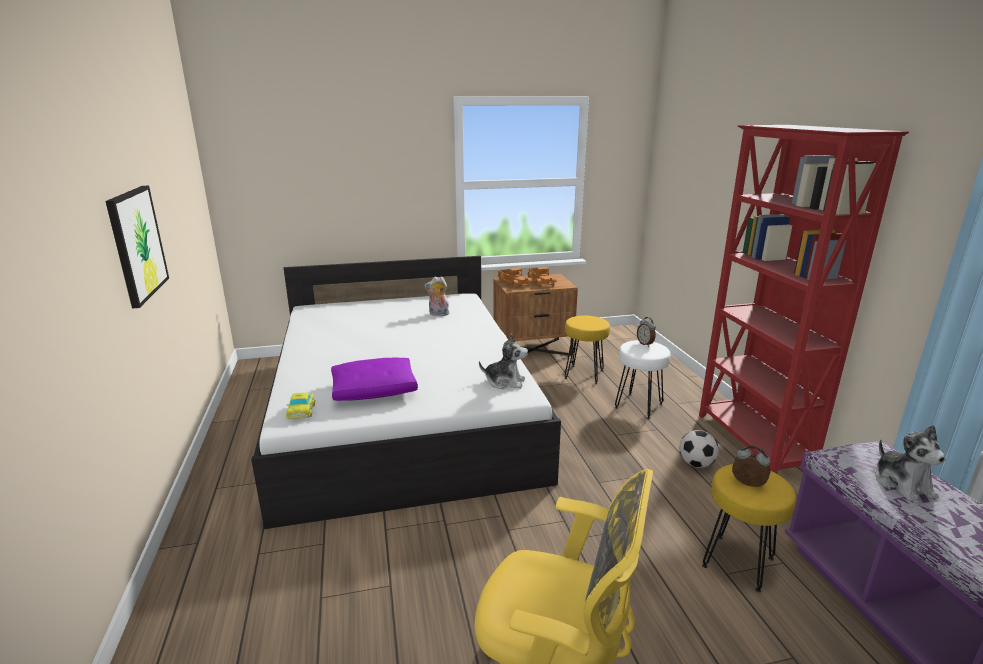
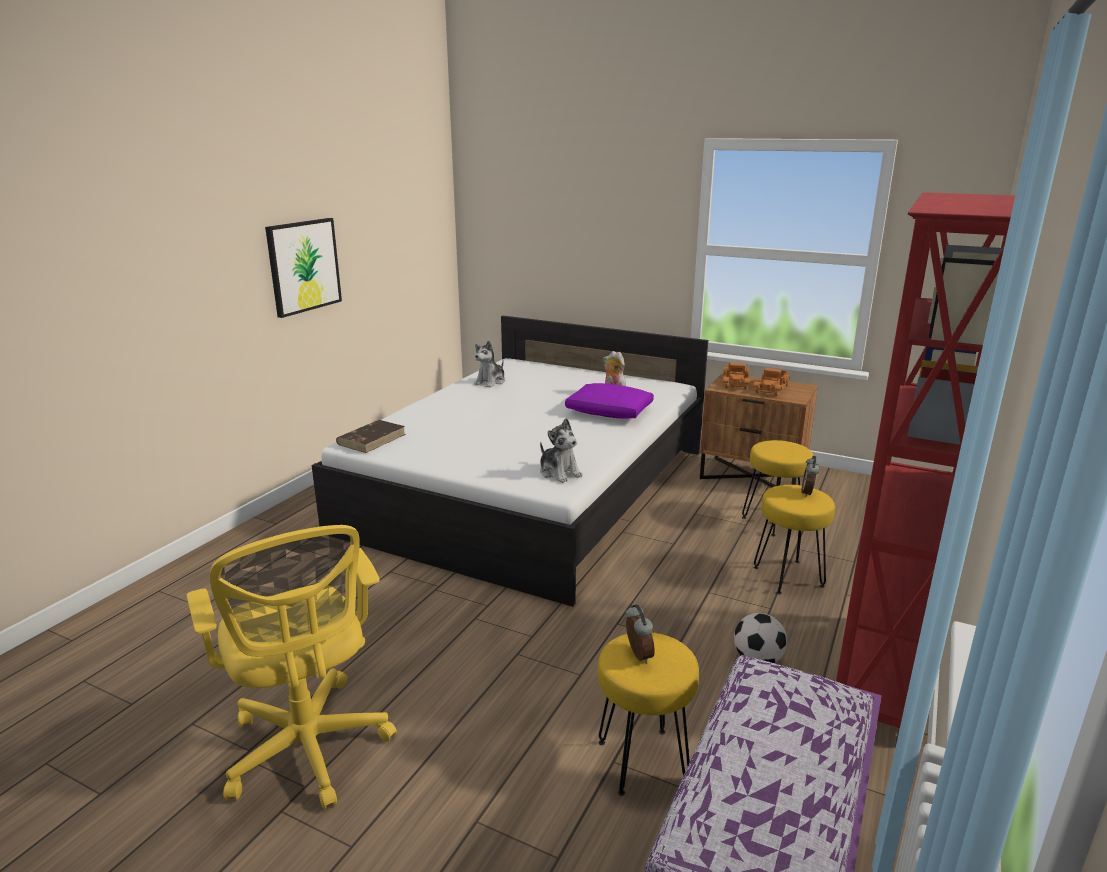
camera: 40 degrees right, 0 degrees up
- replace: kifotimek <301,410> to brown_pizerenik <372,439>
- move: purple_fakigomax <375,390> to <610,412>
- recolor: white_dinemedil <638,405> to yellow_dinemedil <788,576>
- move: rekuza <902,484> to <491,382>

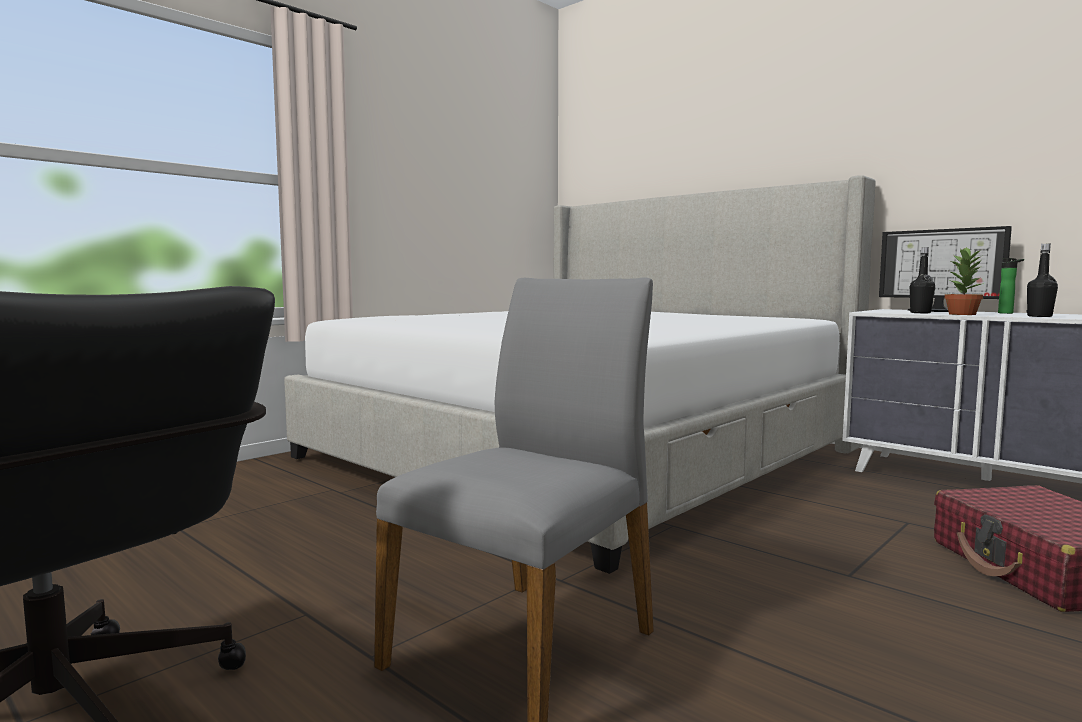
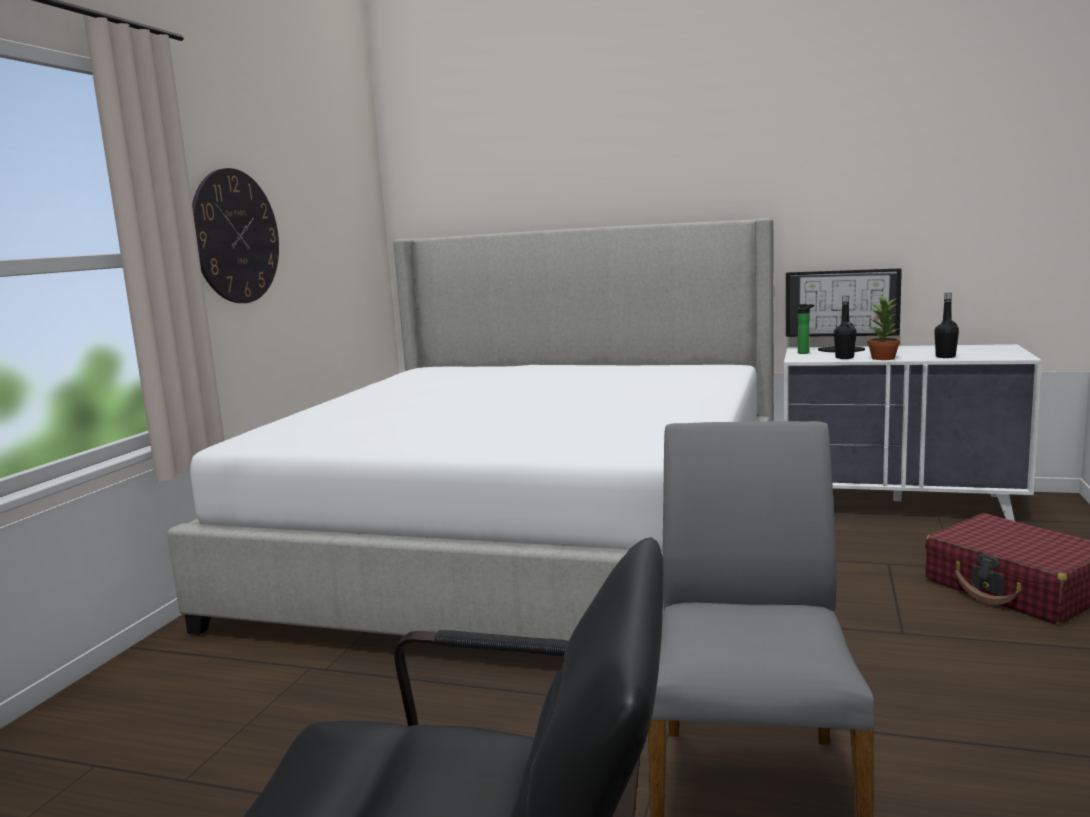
camera: 25 degrees left, 5 degrees up
- move: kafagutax <1007,313> to <805,353>
- insert: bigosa <235,236>

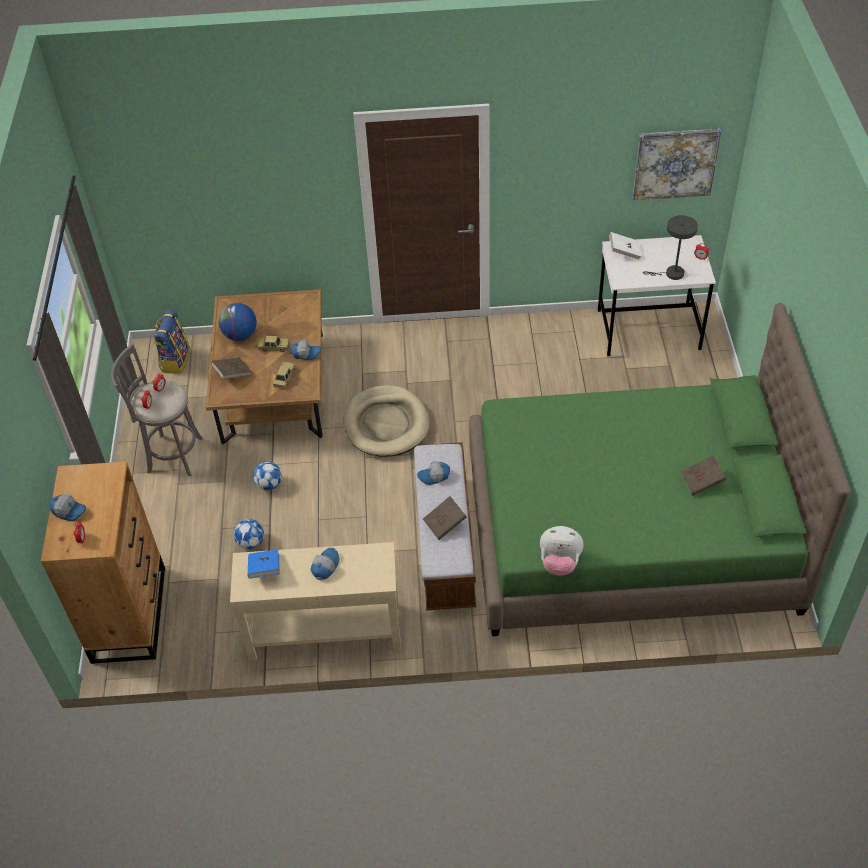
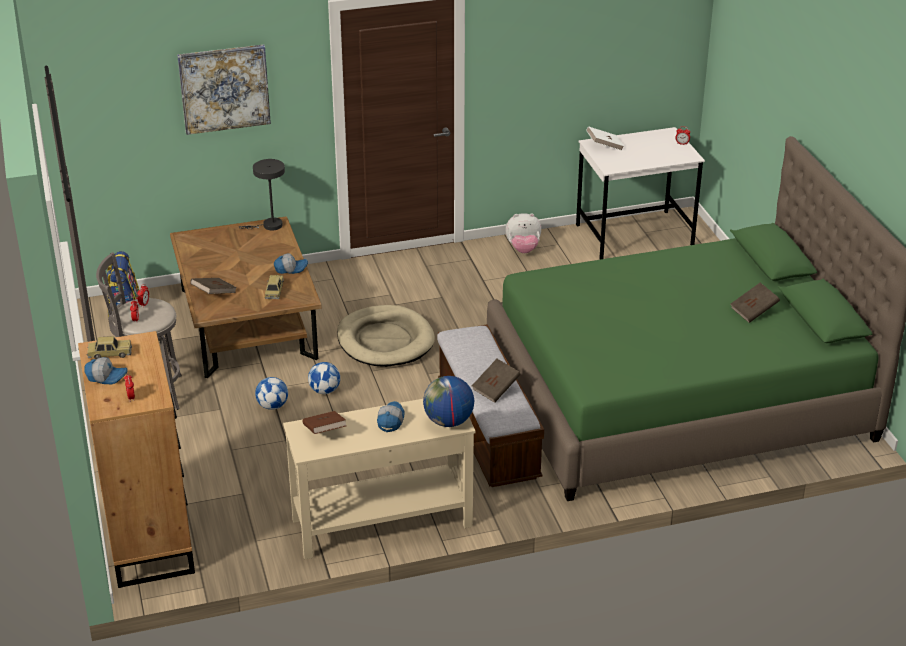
camera: 15 degrees left, 15 degrees down
- move: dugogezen <240,335> to <448,421>
- move: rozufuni <251,542> to <325,391>
- recolor: blue_pizerenik <264,570> to brown_pizerenik <324,431>
- move: kifotimek <274,347> to <109,353>
- delete: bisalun <434,476>
- move: rekuza <559,563> to <523,249>
- move: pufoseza <675,163> to <224,88>
- move: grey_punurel <671,274> to <269,226>

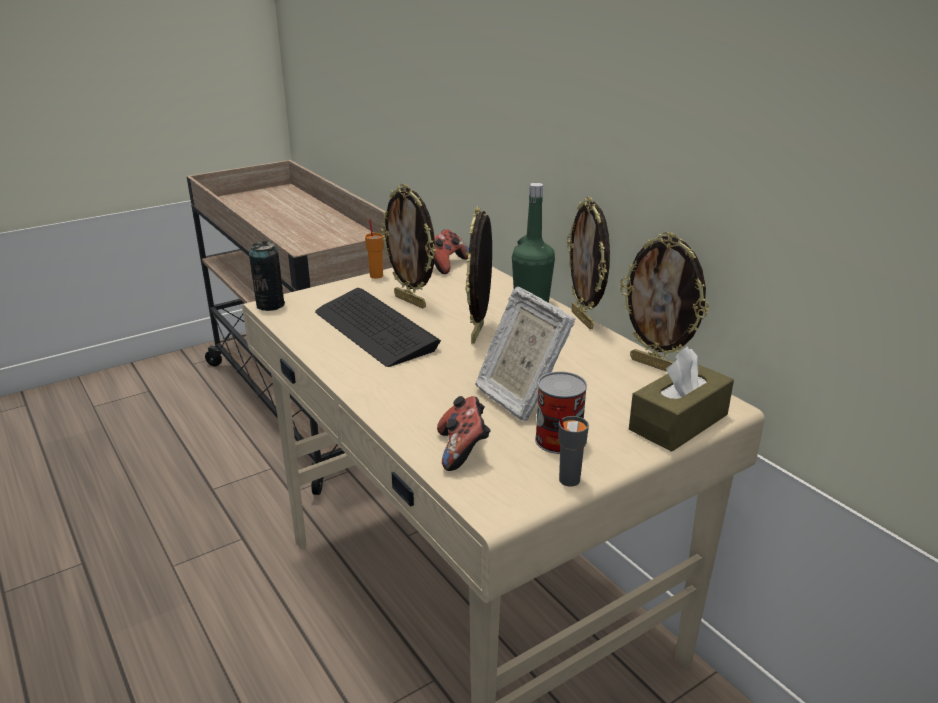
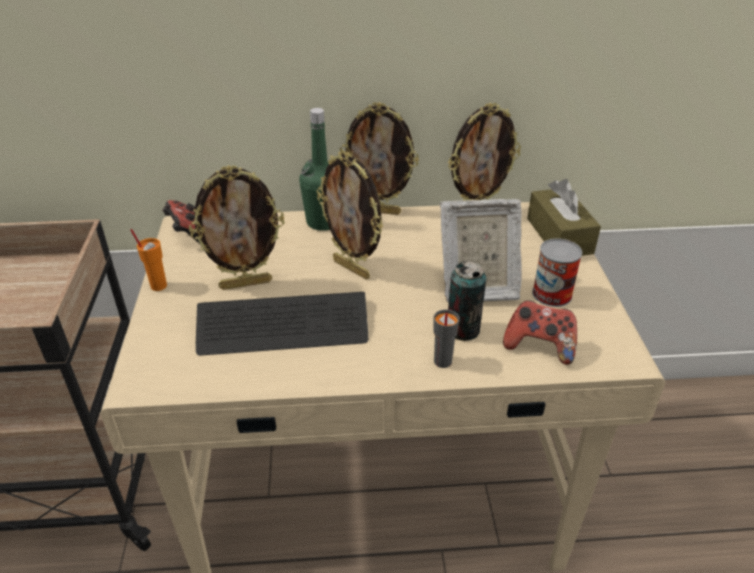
camera: 60 degrees left, 10 degrees up
- move: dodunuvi <270,305> to <462,330>
- move: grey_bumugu <568,480> to <442,362>

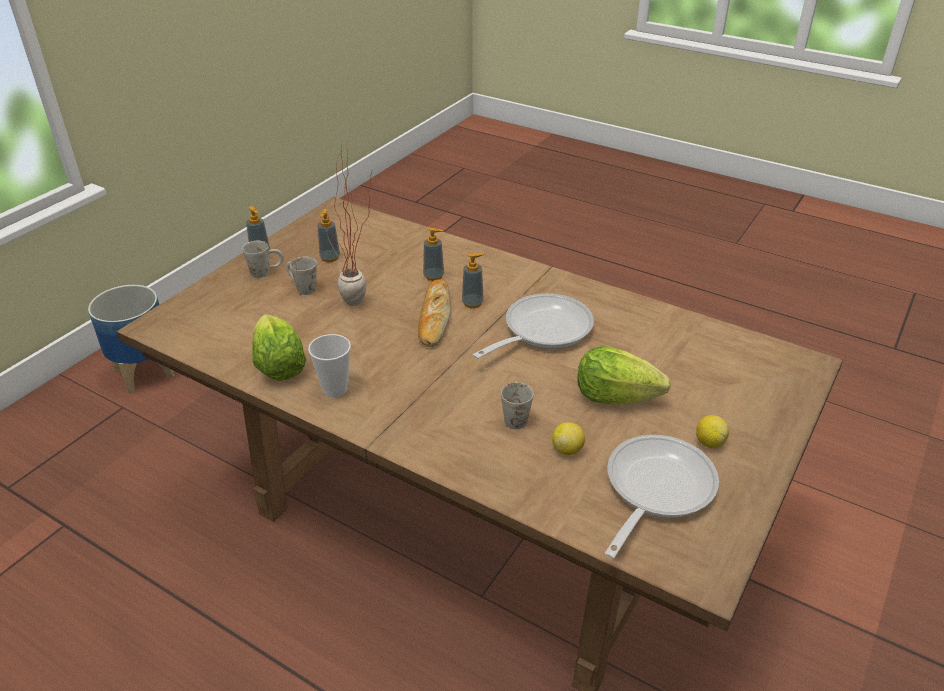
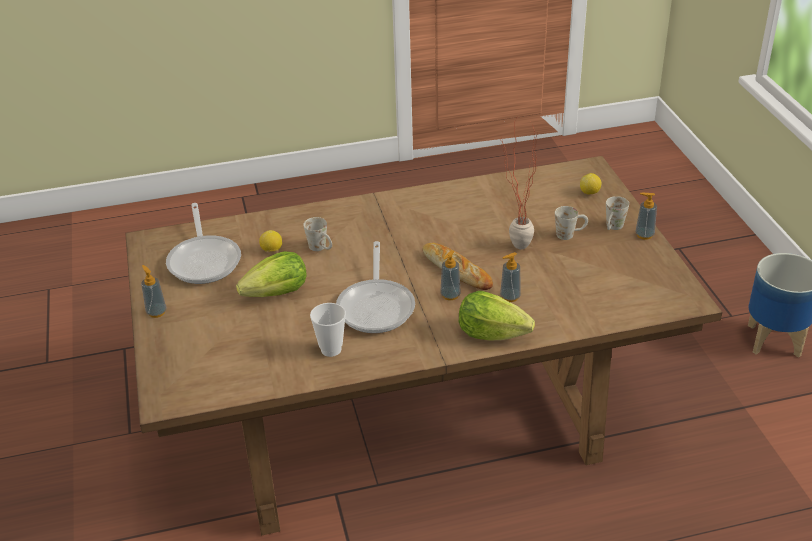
camera: 135 degrees right, 0 degrees up
- move: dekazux <279,366> to <491,333>
- move: bumugu <335,389> to <331,349>
- move: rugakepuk <330,258> to <156,312>
- move: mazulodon <709,442> to <590,193>

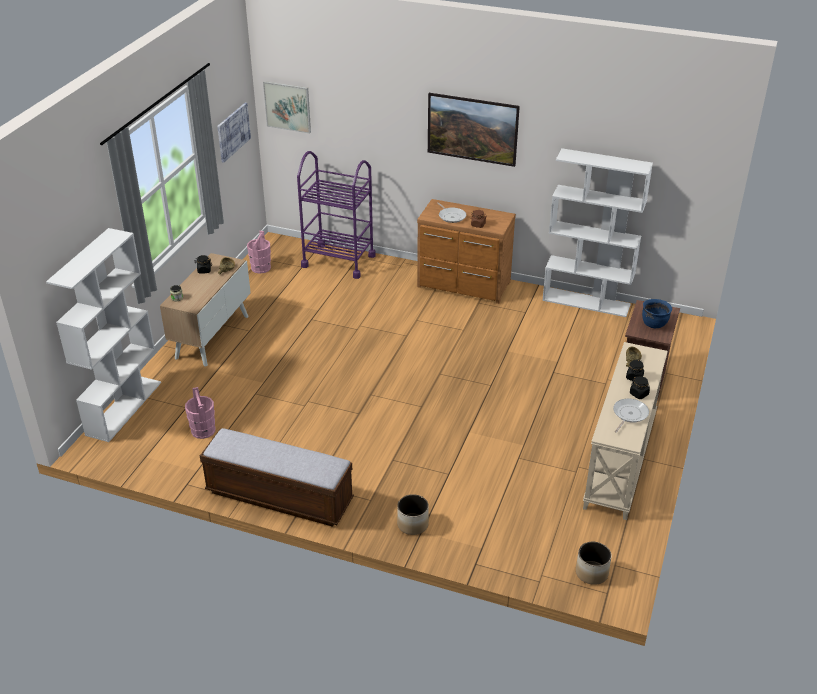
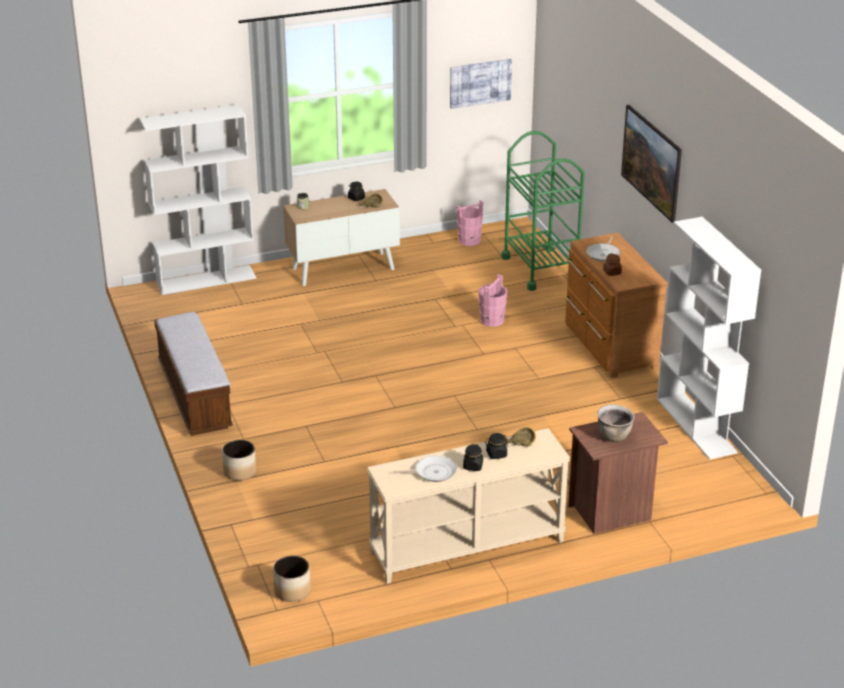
camera: 50 degrees right, 5 degrees down
- move: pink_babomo <203,430> to <492,320>
- delete: pufoseza <287,106>
- recolor: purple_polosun <338,261> to green_polosun <540,269>
- recolor: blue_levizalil <654,324> to brown_levizalil <614,436>

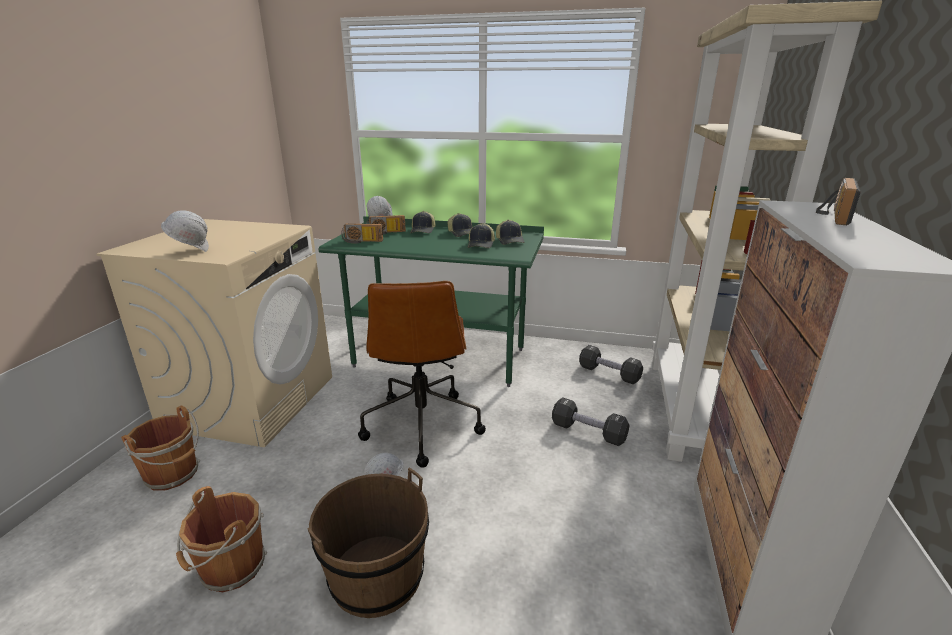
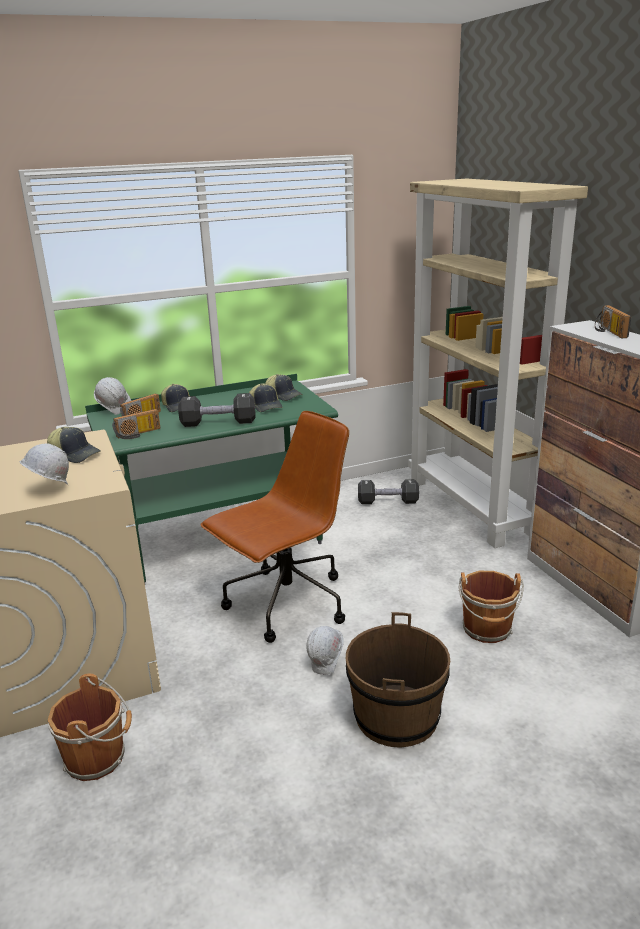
camera: 35 degrees left, 0 degrees up
- move: brown_babomo <230,569> to <487,630>
- rotate: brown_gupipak <422,424> = <286,605> 90 degrees counterclockwise
- move: bisalun <462,233> to <75,454>
- move: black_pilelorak <588,432> to <218,423>

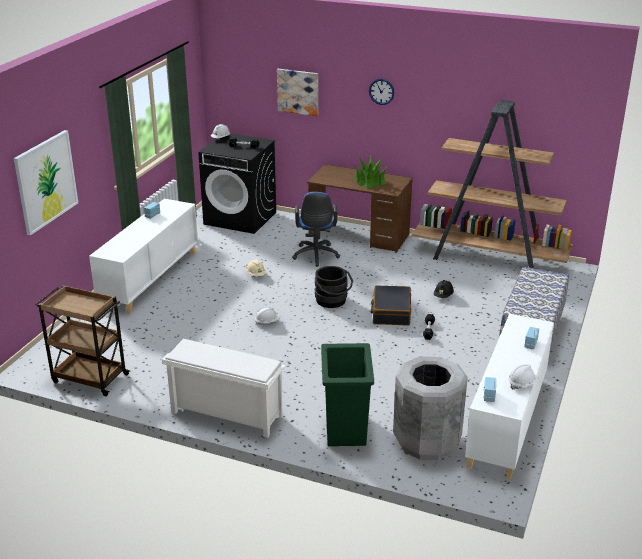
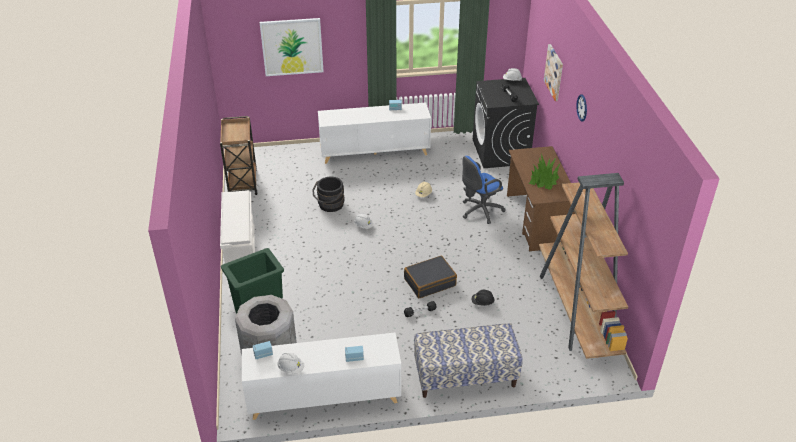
camera: 60 degrees right, 10 degrees up
- move: black_babomo <332,301> to <329,206>

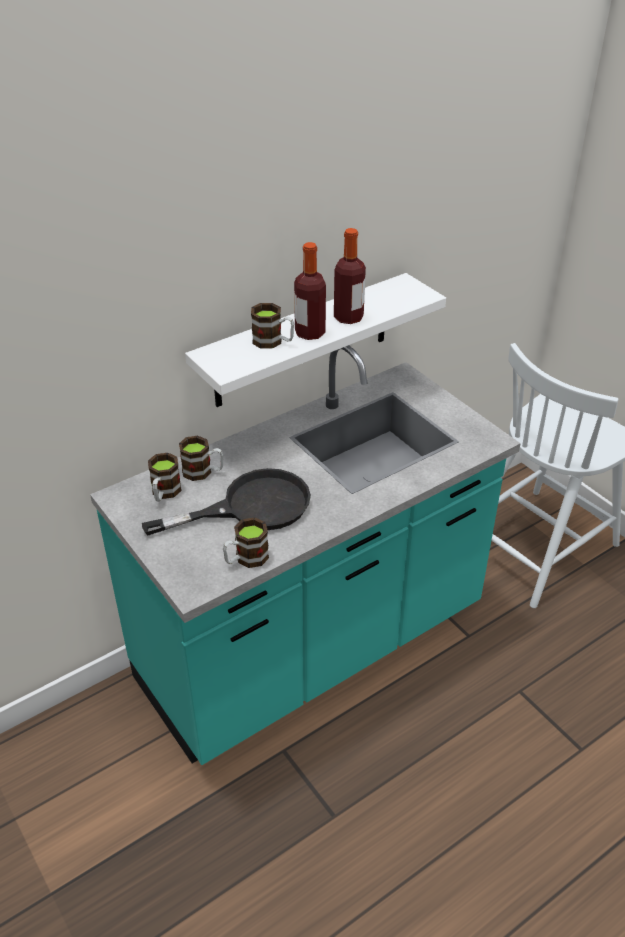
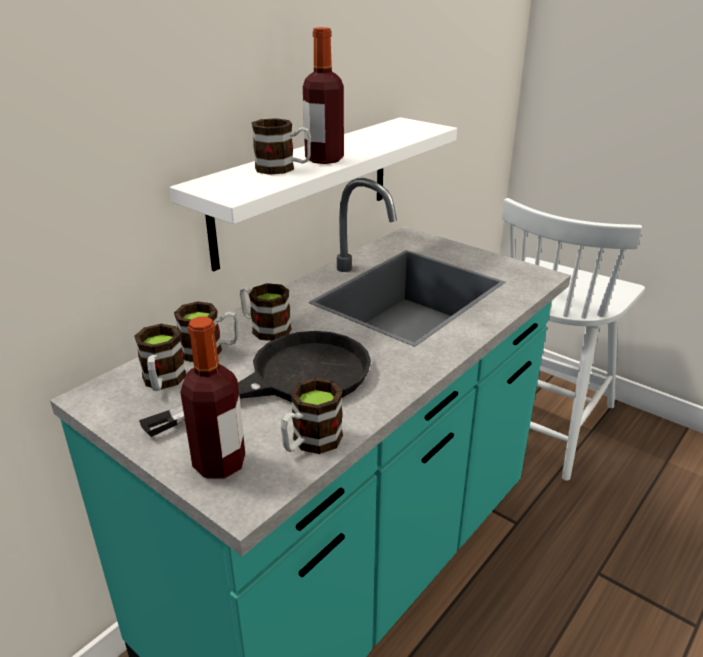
camera: 15 degrees left, 10 degrees down
- move: kafagutax <348,317> to <219,463>
- insert: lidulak <265,328>

